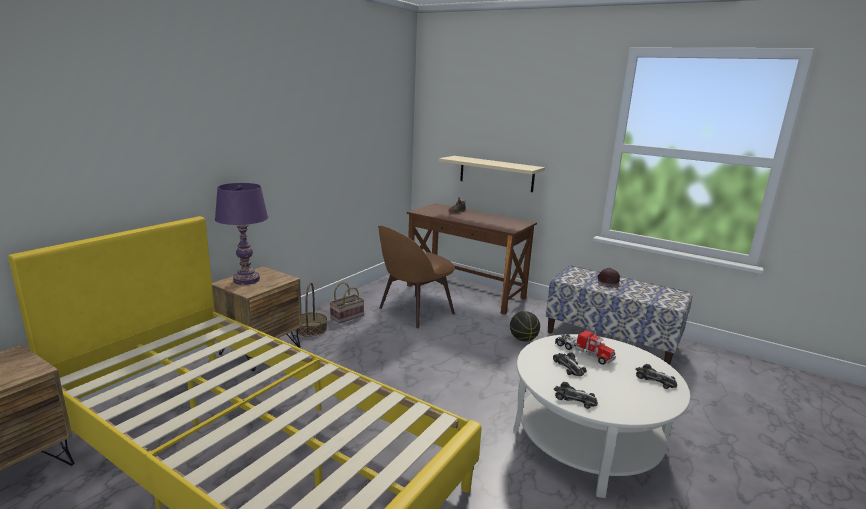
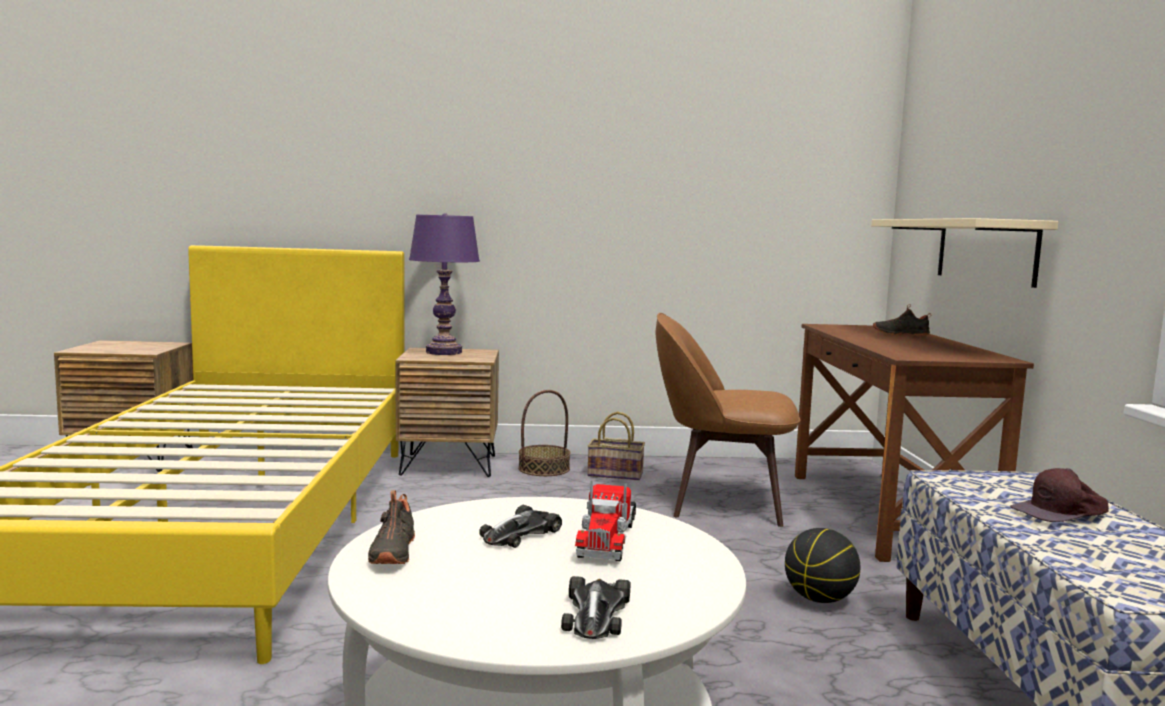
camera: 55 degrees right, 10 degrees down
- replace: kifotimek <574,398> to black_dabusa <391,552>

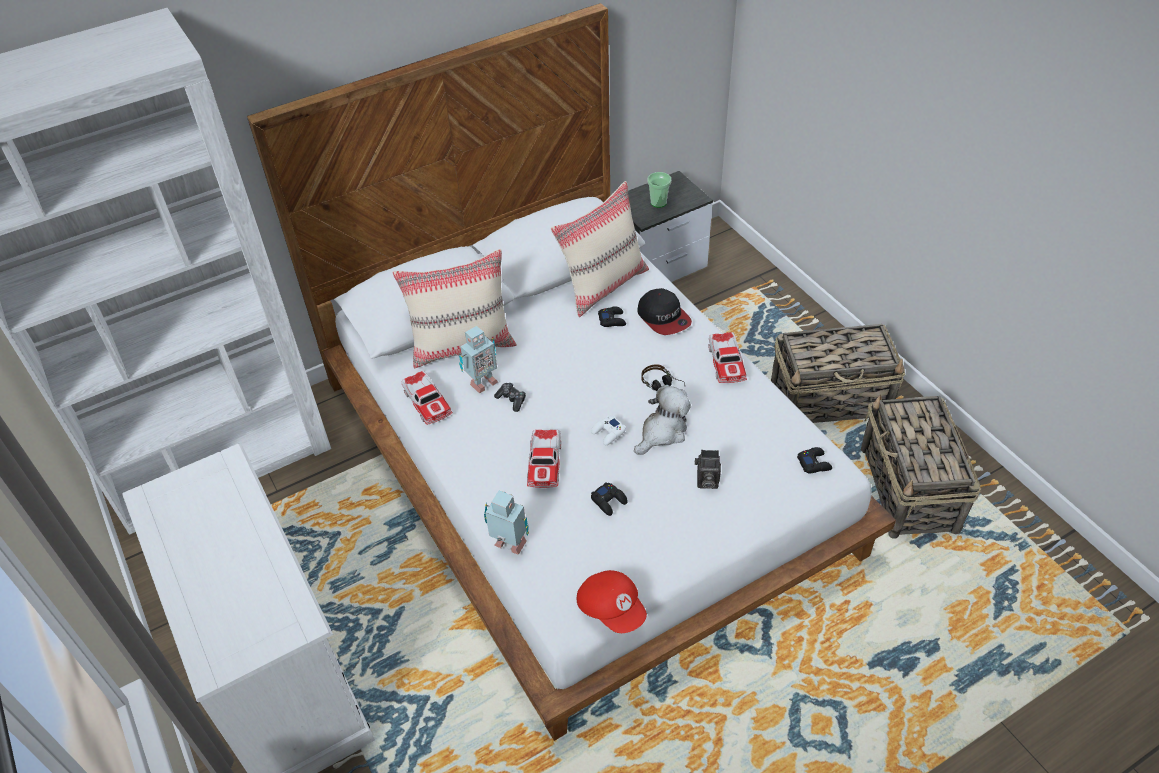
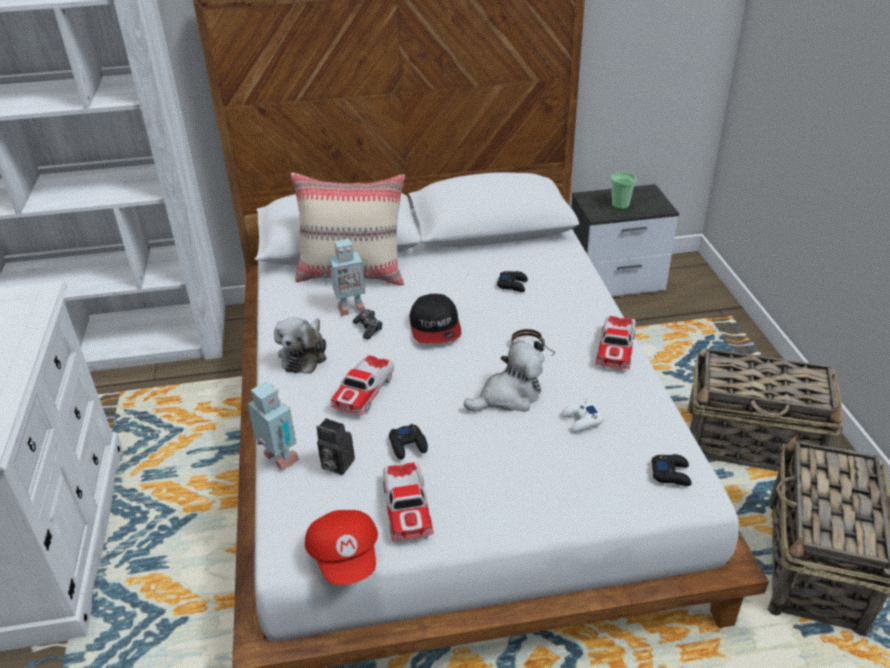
camera: 20 degrees right, 10 degrees down
- move: kifotimek <427,402> to <407,507>
- delete: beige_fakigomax <603,285>
- move: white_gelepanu <608,433> to <581,420>
- move: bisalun <664,317> to <435,327>
- move: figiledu <706,482> to <335,464>
- insert: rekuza <304,354>

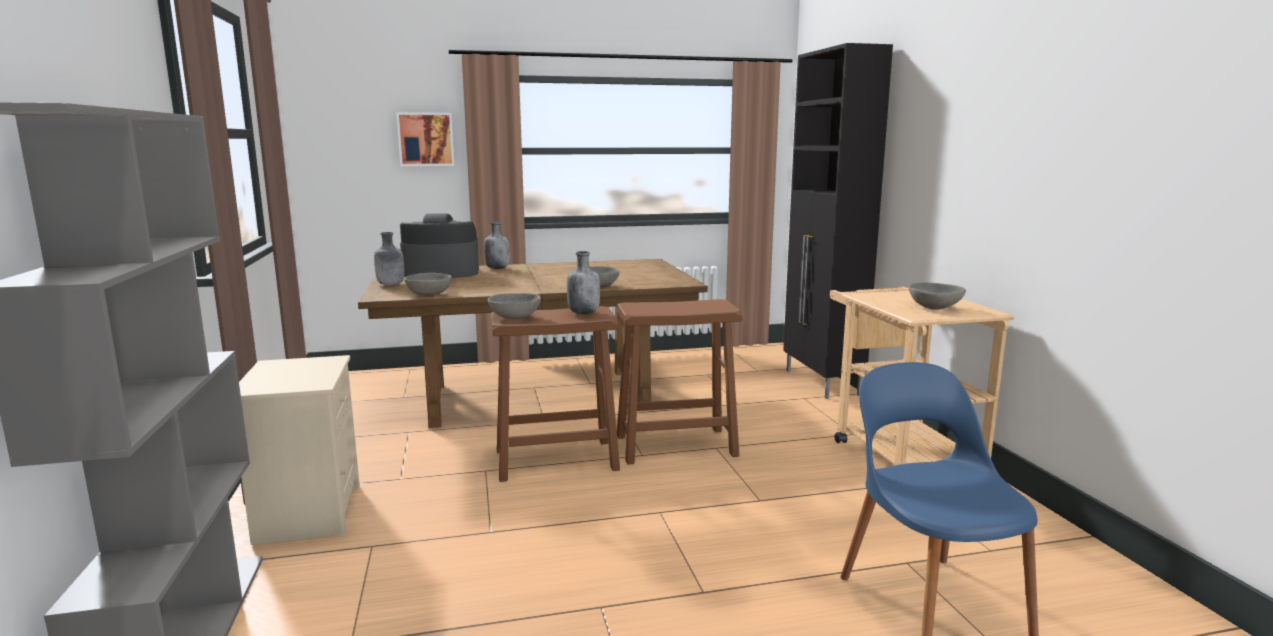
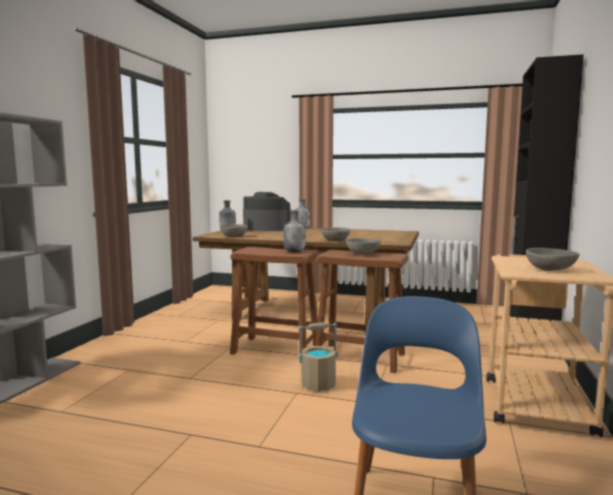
camera: 30 degrees right, 5 degrees down
- delete: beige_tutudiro <307,513>
- delete: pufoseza <426,139>
- move: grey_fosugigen <515,317> to <363,253>
- insert: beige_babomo <318,384>

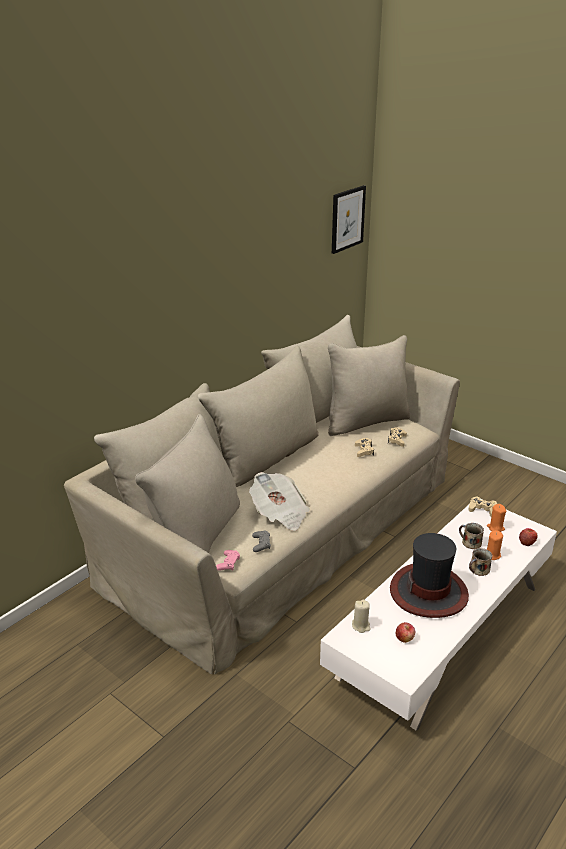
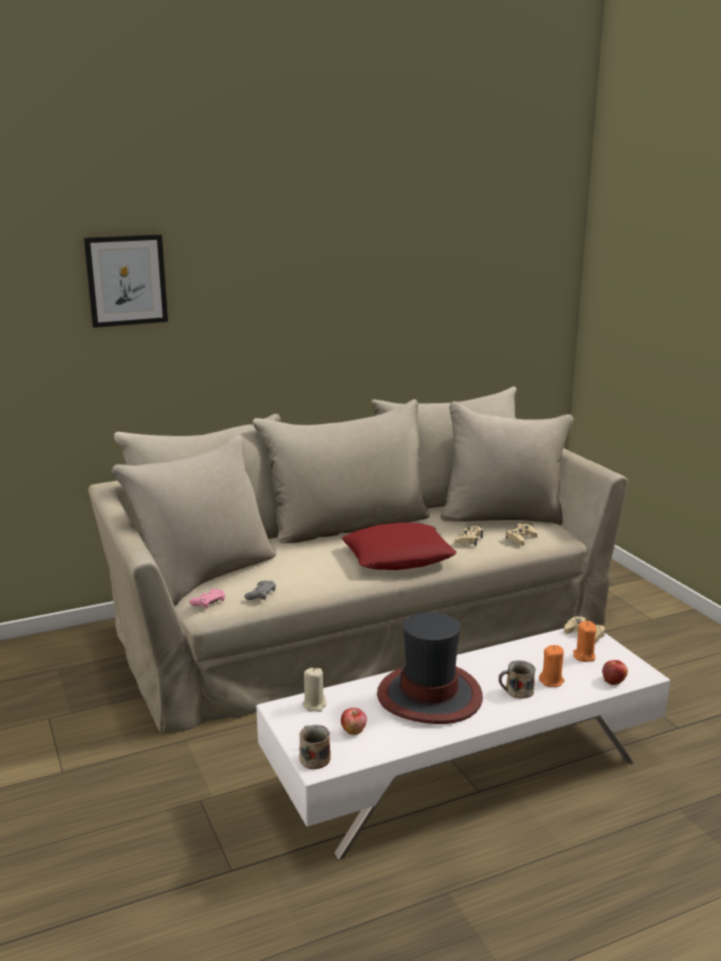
camera: 25 degrees right, 10 degrees down
- delete: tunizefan <280,514>
- move: pufoseza <347,219> to <126,280>
- move: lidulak <470,542> to <313,758>
- insert: red_fakigomax <398,556>

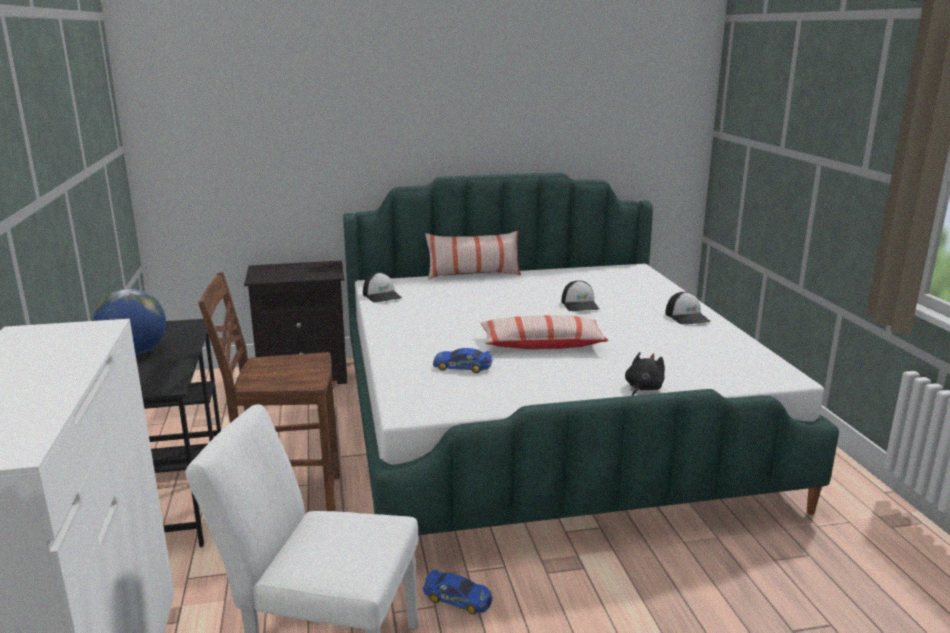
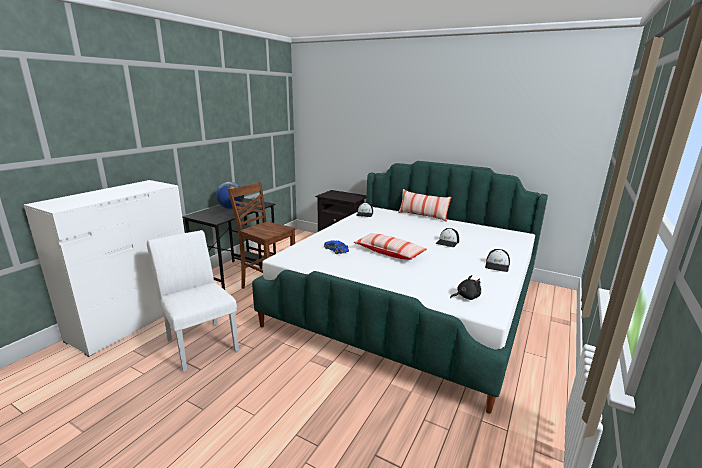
camera: 40 degrees right, 0 degrees up
- delete: kifotimek <458,598>
- move: black_rekuza <642,388> to <466,297>

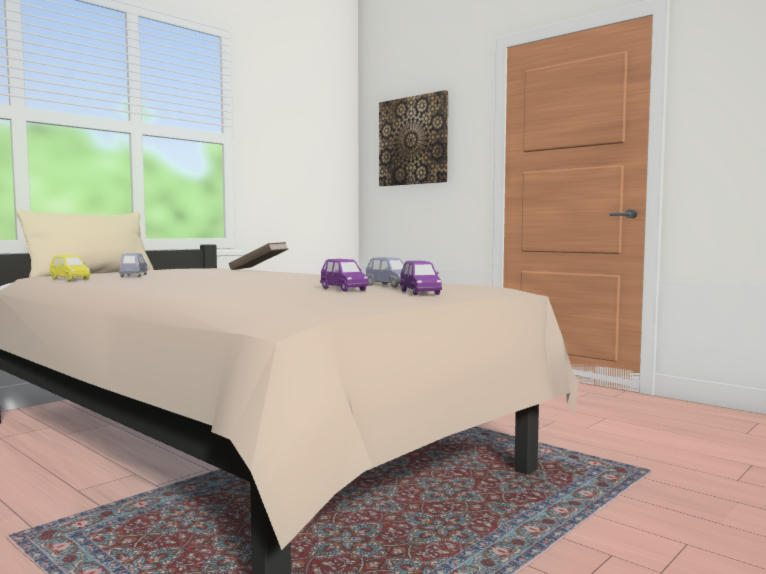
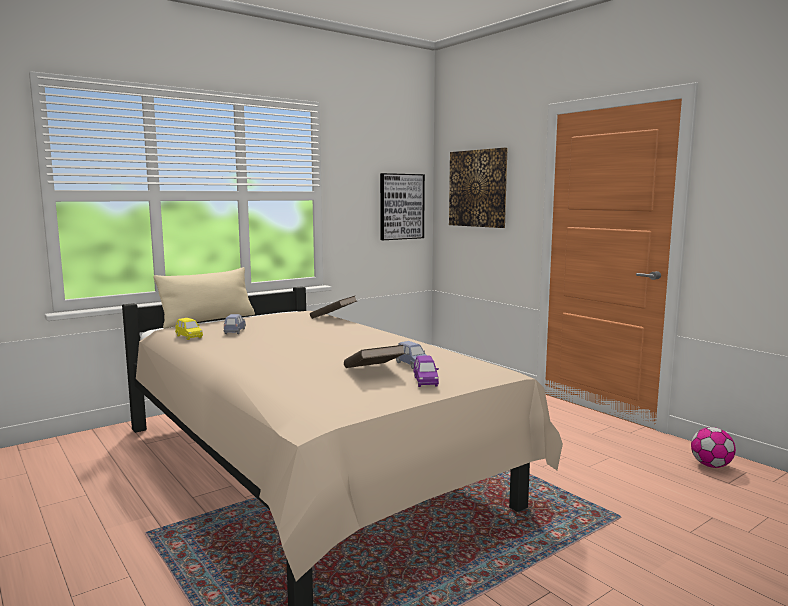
camera: 10 degrees right, 5 degrees up
- replace: purple_kifotimek <343,289> to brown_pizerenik <373,371>
- insert: pufoseza <401,206>
- insert: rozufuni <711,465>

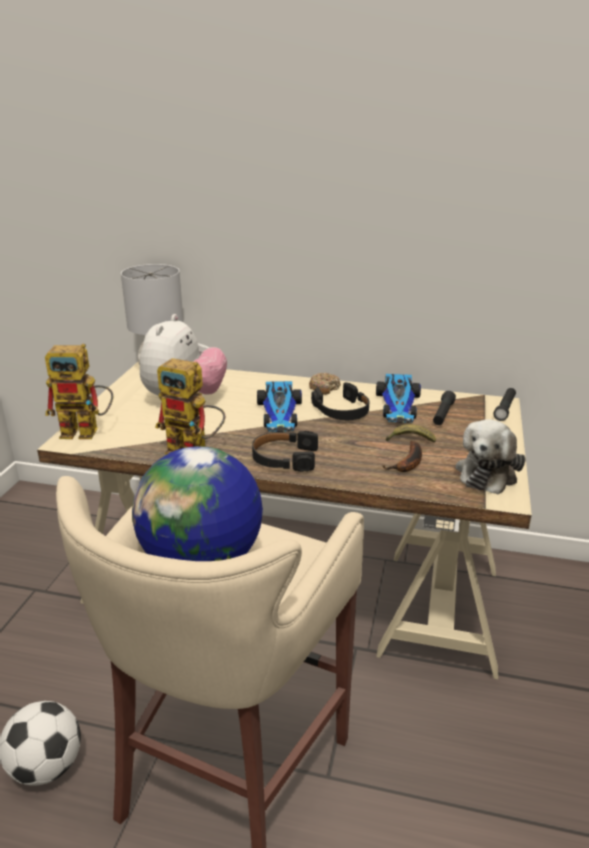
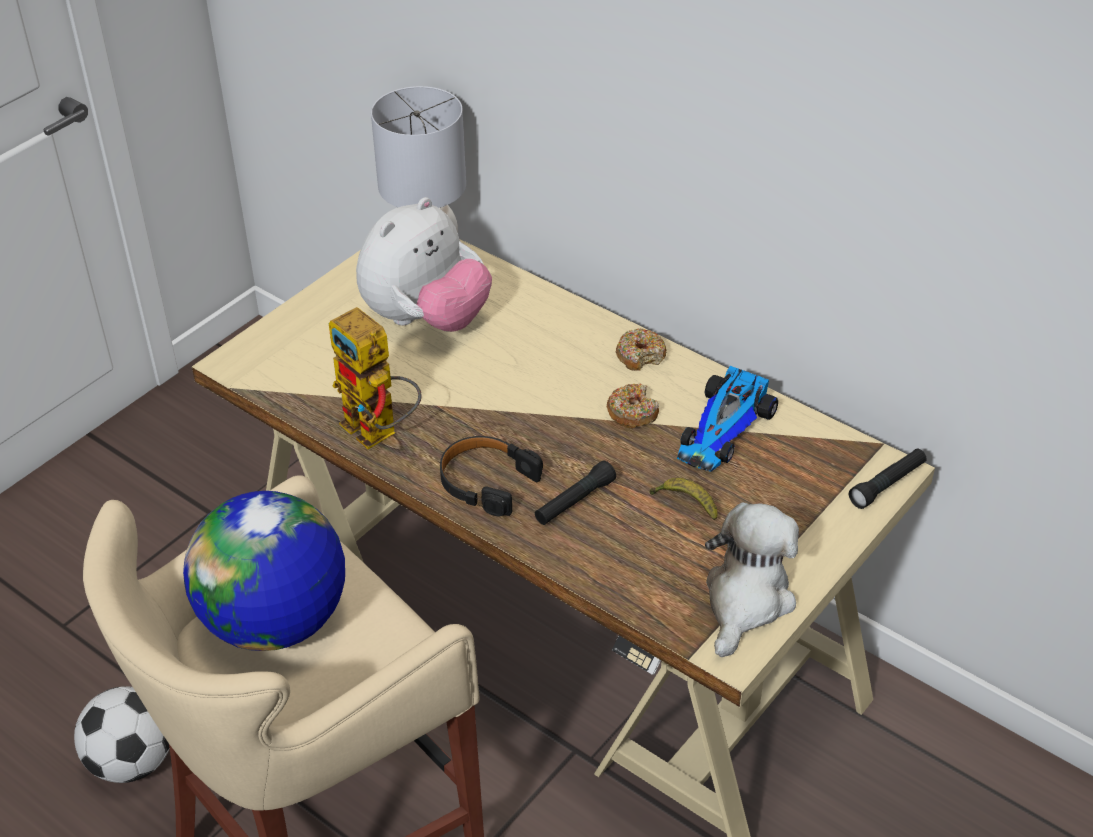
camera: 25 degrees right, 15 degrees up
- delete: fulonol <88,431>
- delete: kifotimek <280,415>
- replace: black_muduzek <342,410> to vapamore <632,413>
- delete: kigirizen <408,464>
- move: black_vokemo <443,414> to <574,501>
- rotate: rekuza <487,472> = <746,600> 150 degrees clockwise

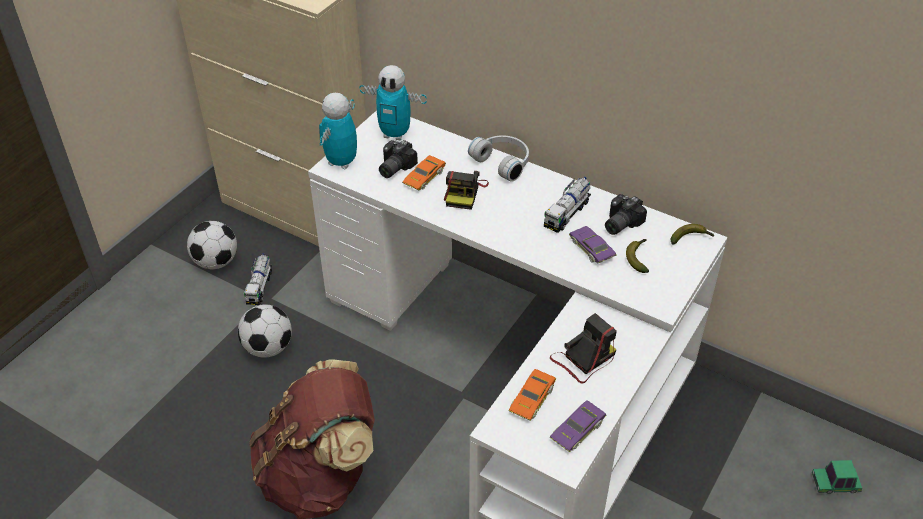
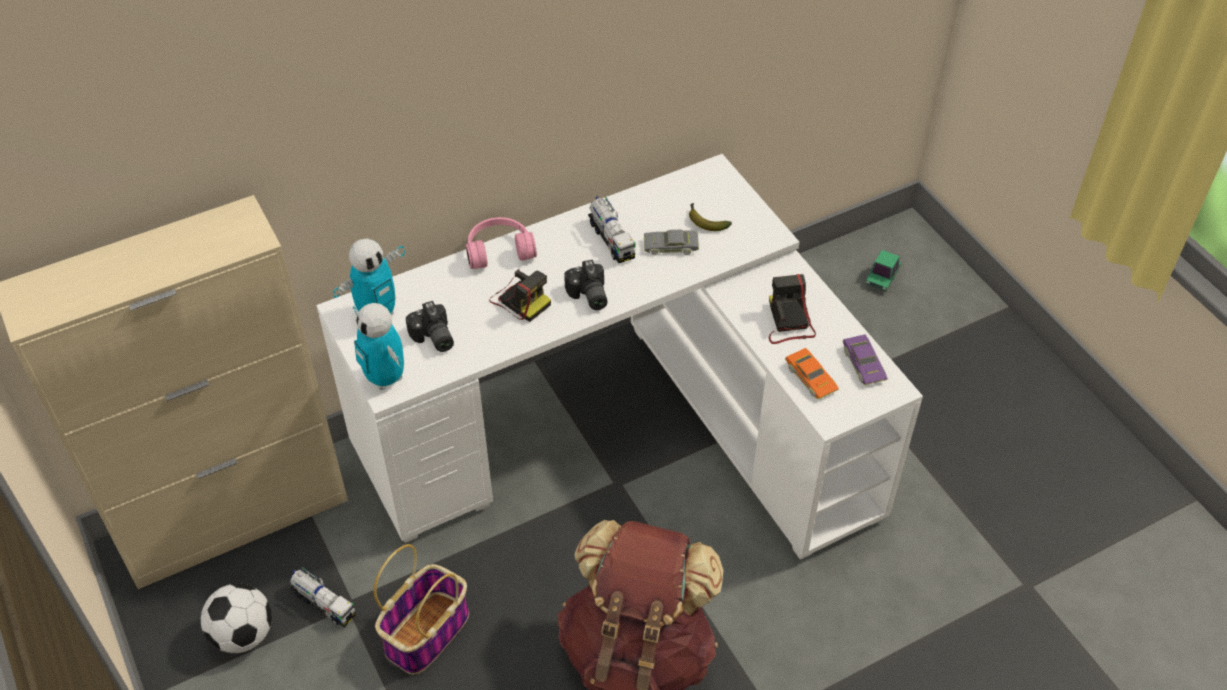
camera: 60 degrees left, 5 degrees up
- replace: rozufuni <268,348> to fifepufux <427,631>
- delete: orange_kifotimek <424,177>
- recolor: white_muduzek <503,162> to pink_muduzek <499,249>
- recolor: purple_kifotimek <591,249> to grey_kifotimek <670,246>
- move: figiledu <619,223> to <588,296>
- delete: kigirizen <691,238>

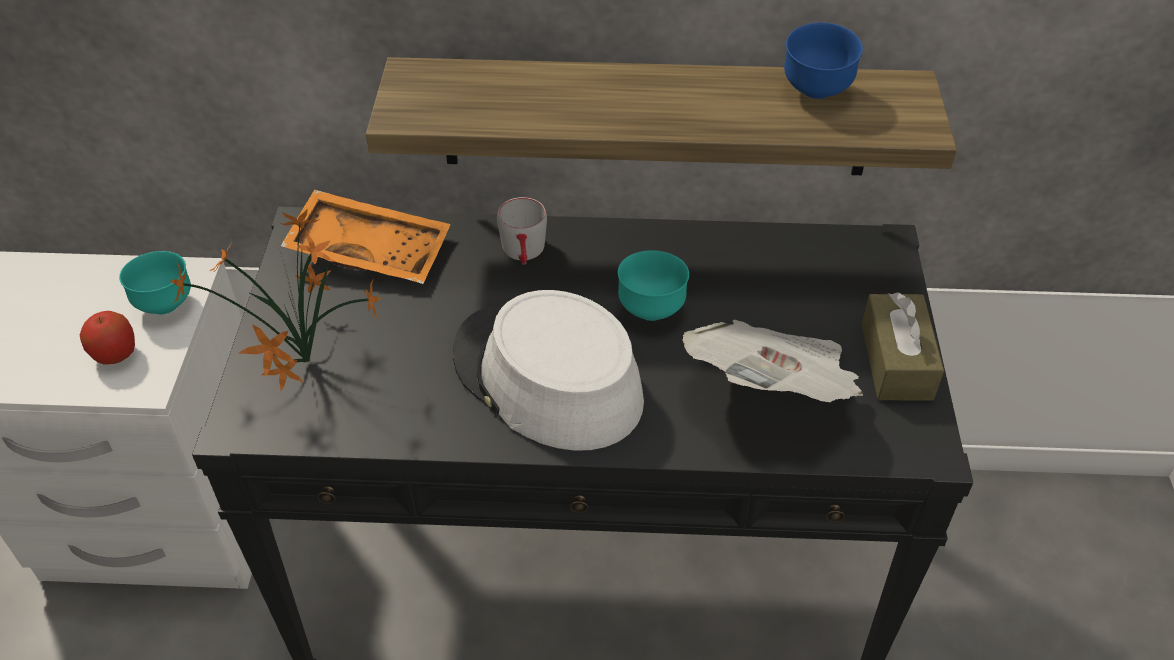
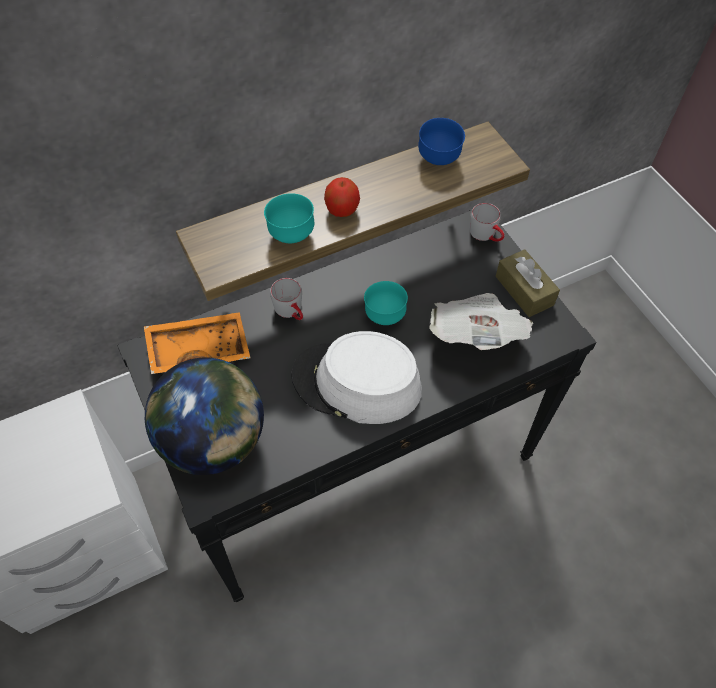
camera: 30 degrees left, 10 degrees up
- move: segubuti <116,355> to <342,210>
- move: turquoise_fosugigen <165,305> to <291,235>
- replace: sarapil <304,365> to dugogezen <214,441>
- insert: grey_lidulak <486,235>

